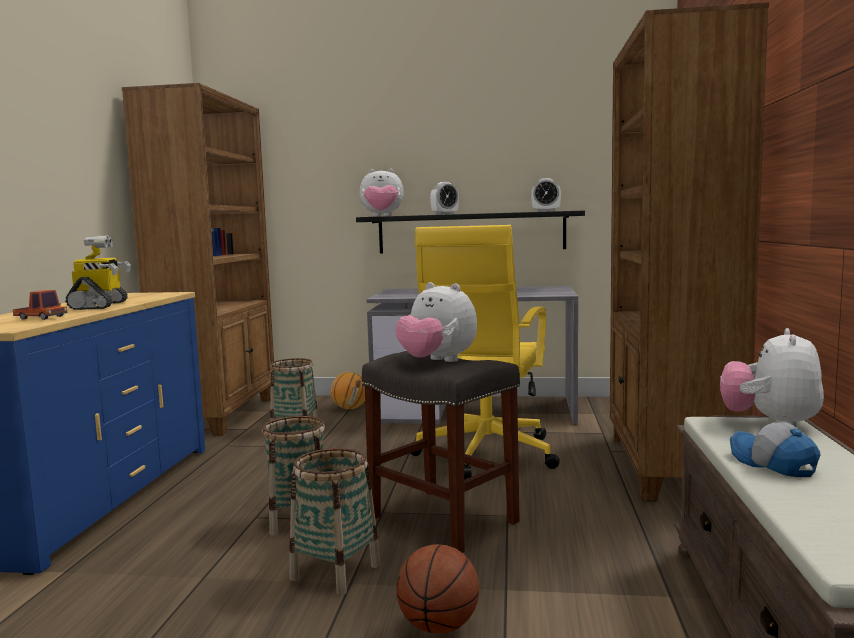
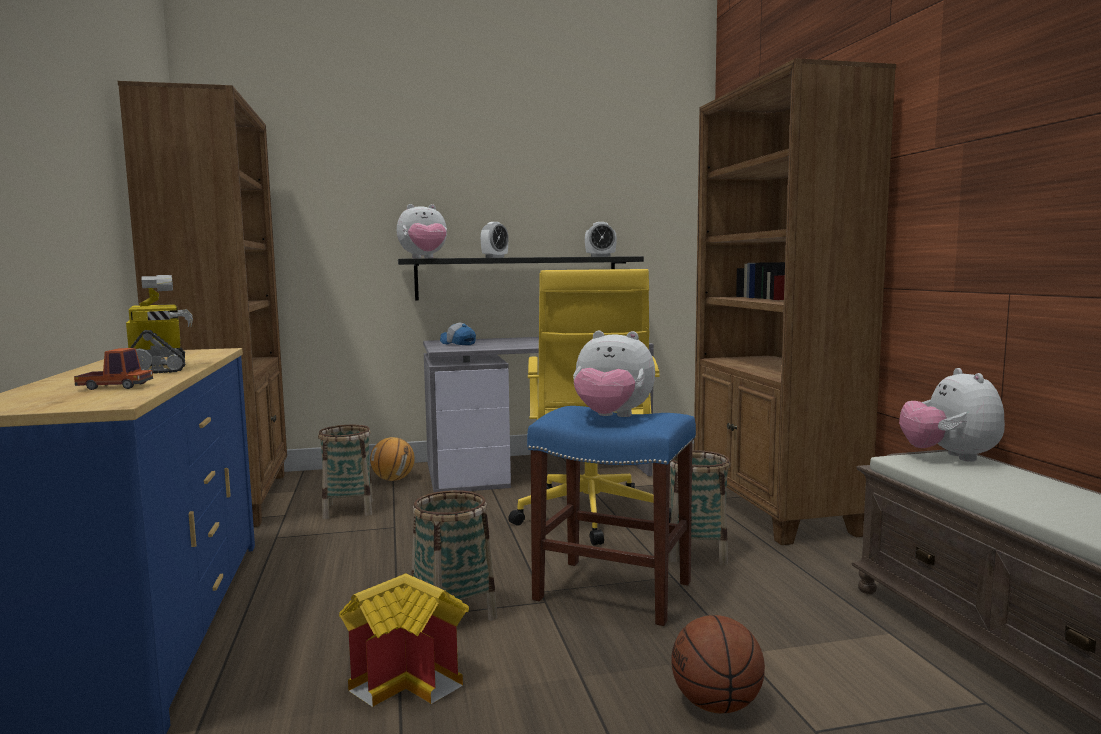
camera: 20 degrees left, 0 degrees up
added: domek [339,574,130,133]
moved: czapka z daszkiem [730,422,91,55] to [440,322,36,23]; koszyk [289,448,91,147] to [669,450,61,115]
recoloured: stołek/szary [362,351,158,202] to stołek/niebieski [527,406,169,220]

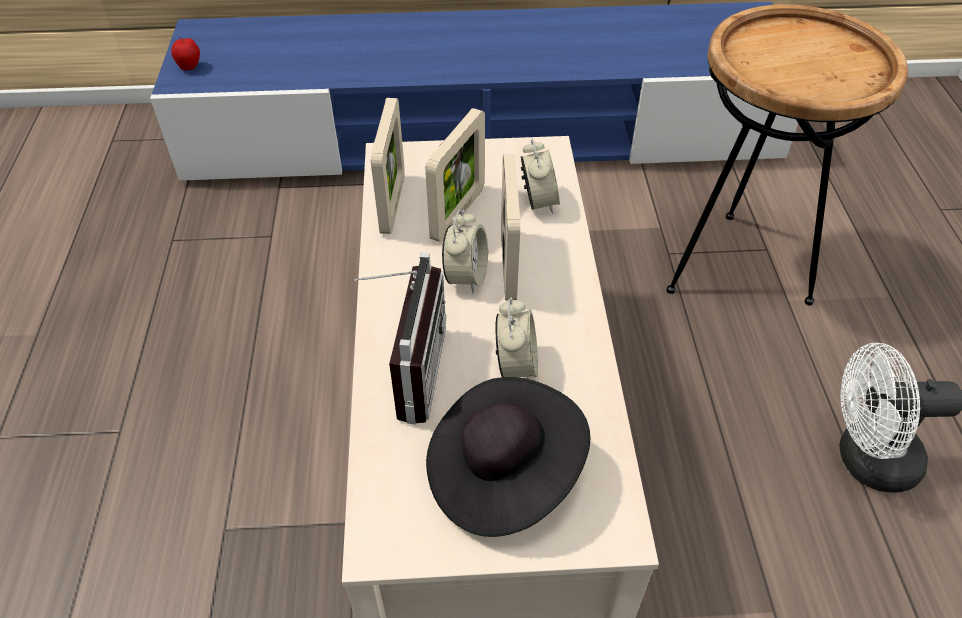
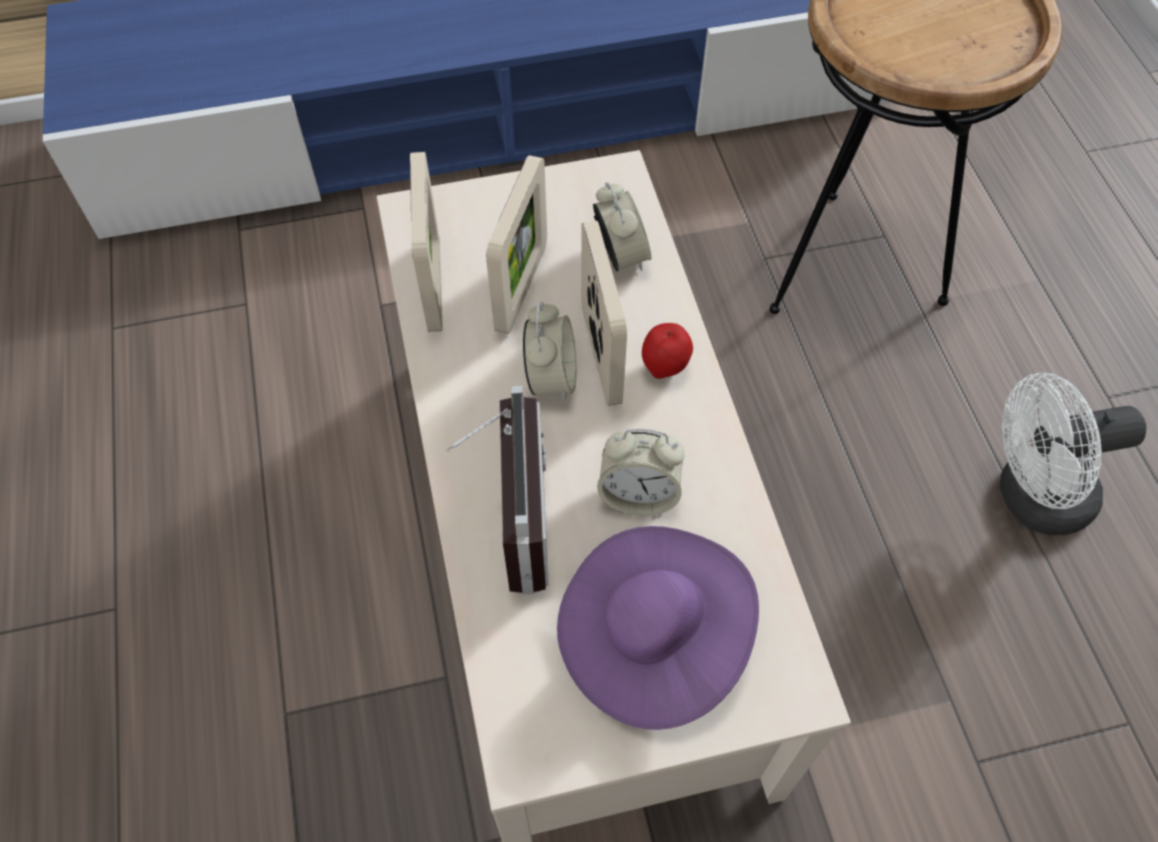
camera: 10 degrees left, 10 degrees up
moved: jabłko [171,37,29,34] to [642,323,51,56]
recoloured: kapelusz/czarny [426,377,164,160] to kapelusz/fioletowy [557,526,202,204]
turned: budzik [495,298,43,81] = [597,429,88,87] 105 degrees clockwise

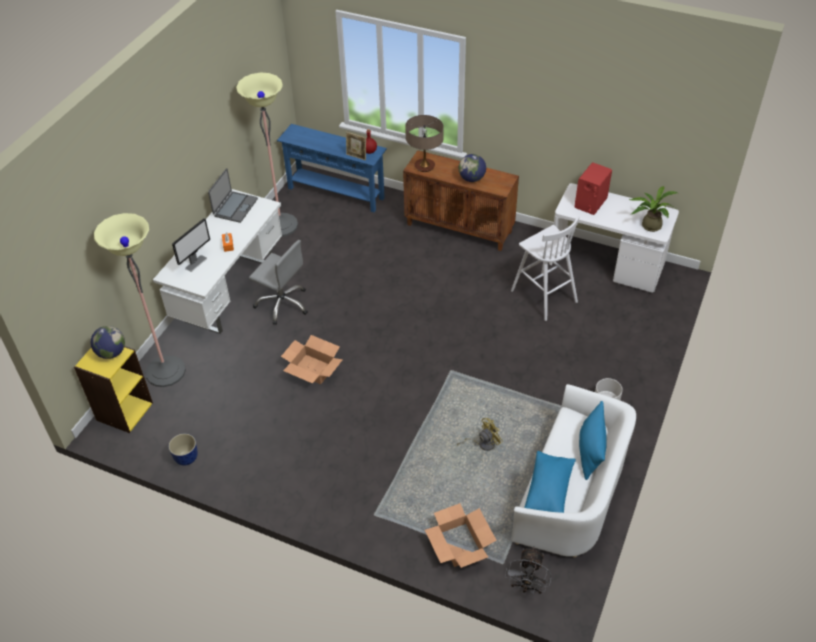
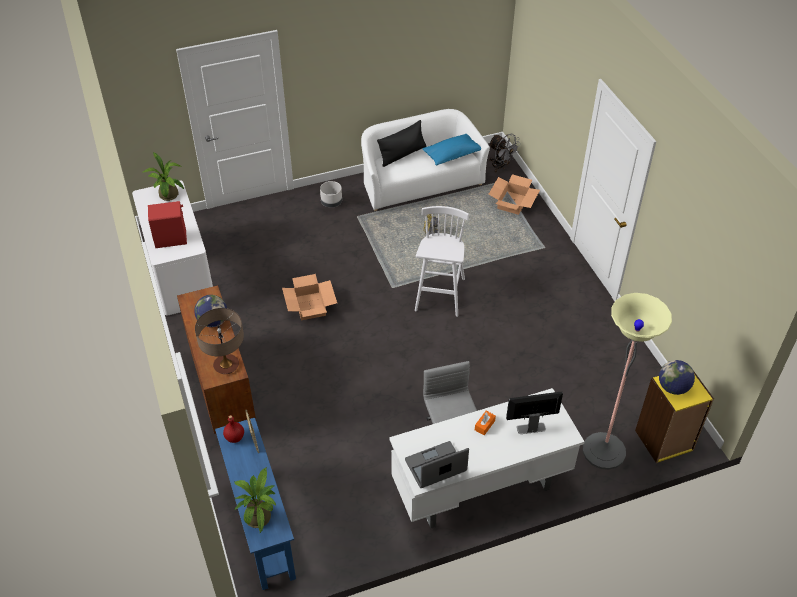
camera: 135 degrees left, 0 degrees up
removed: donica [168,434,30,32]; lampa stojąca [236,73,62,164]
added: roślina doniczkowa [233,467,43,66]
moved: karton [281,335,62,49] to [282,274,55,46]; stołek/biały [511,216,68,105] to [415,206,54,111]
recoloured: poduszka/niebieski [579,401,28,79] to poduszka/czarny [377,120,49,47]
turned: wentylator/szary [505,546,46,48] = [489,134,32,38] 75 degrees clockwise

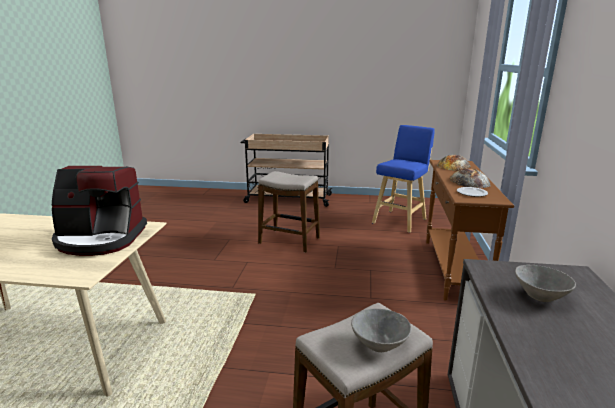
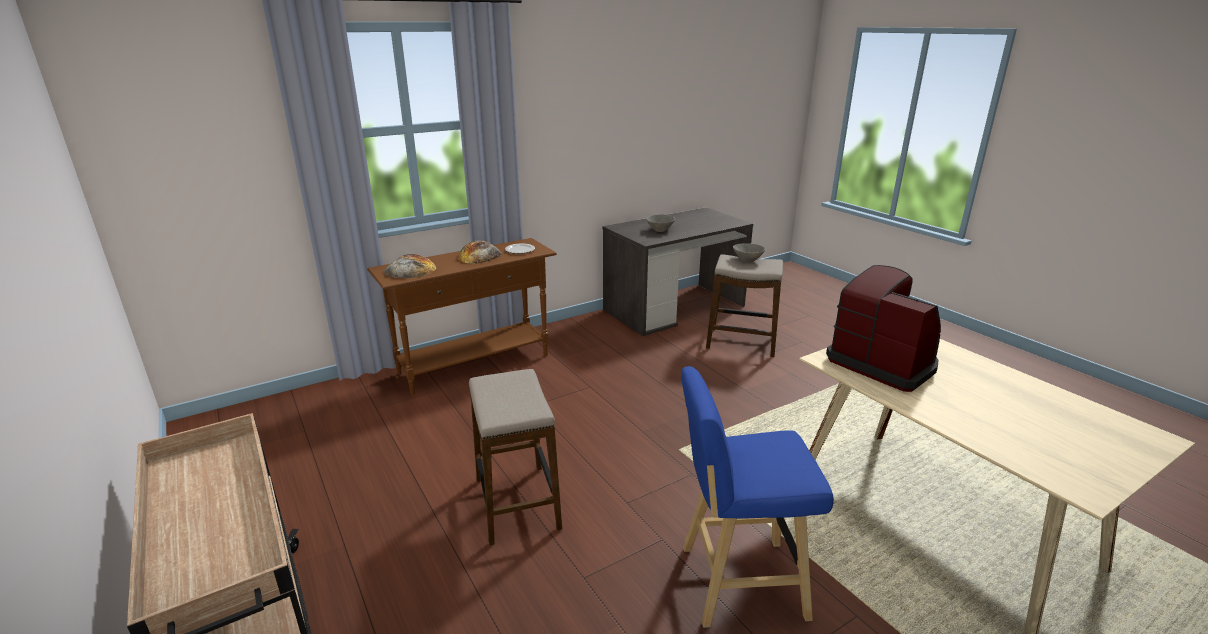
camera: 130 degrees left, 5 degrees up
moved: stołek/niebieski [372,125,62,108] to [681,366,153,262]

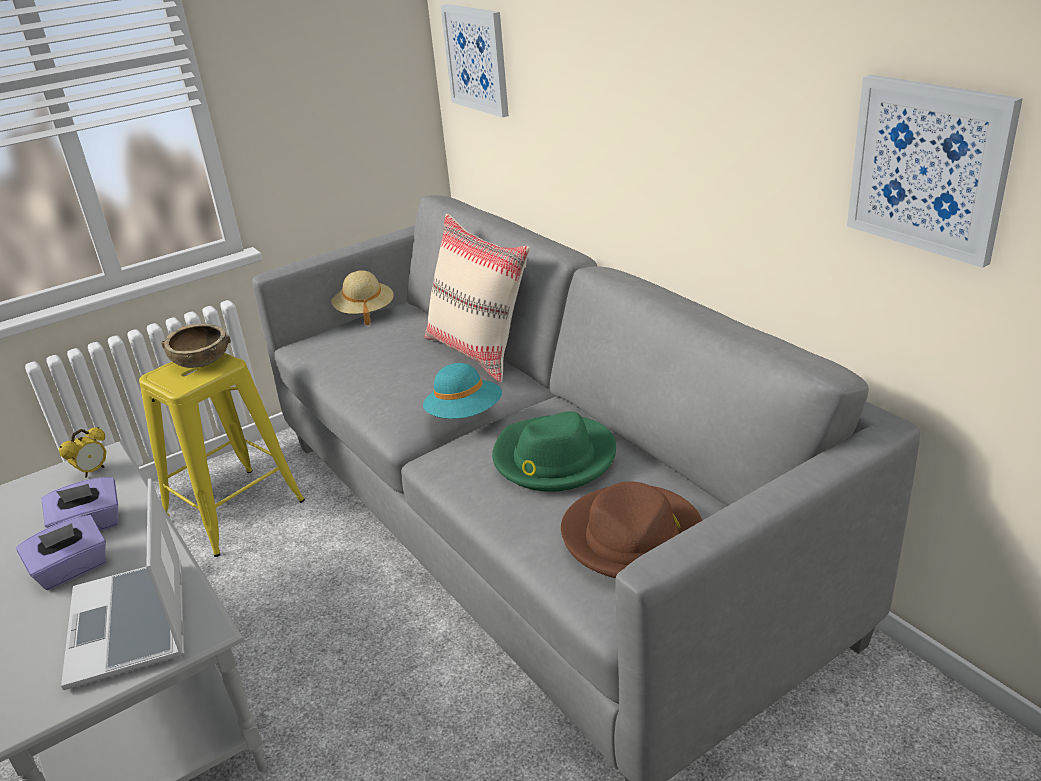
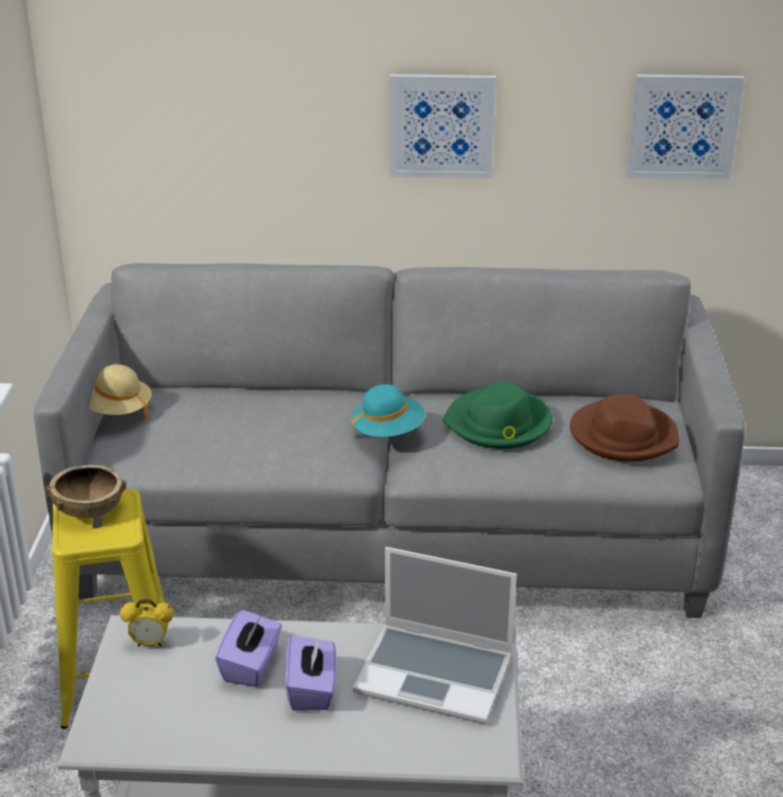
camera: 55 degrees left, 0 degrees up
removed: poduszka/beżowy [425,214,105,168]
moved: obraz [441,4,68,114] to [390,74,106,104]
turned: budzik [59,427,47,50] = [120,599,54,48] 105 degrees clockwise

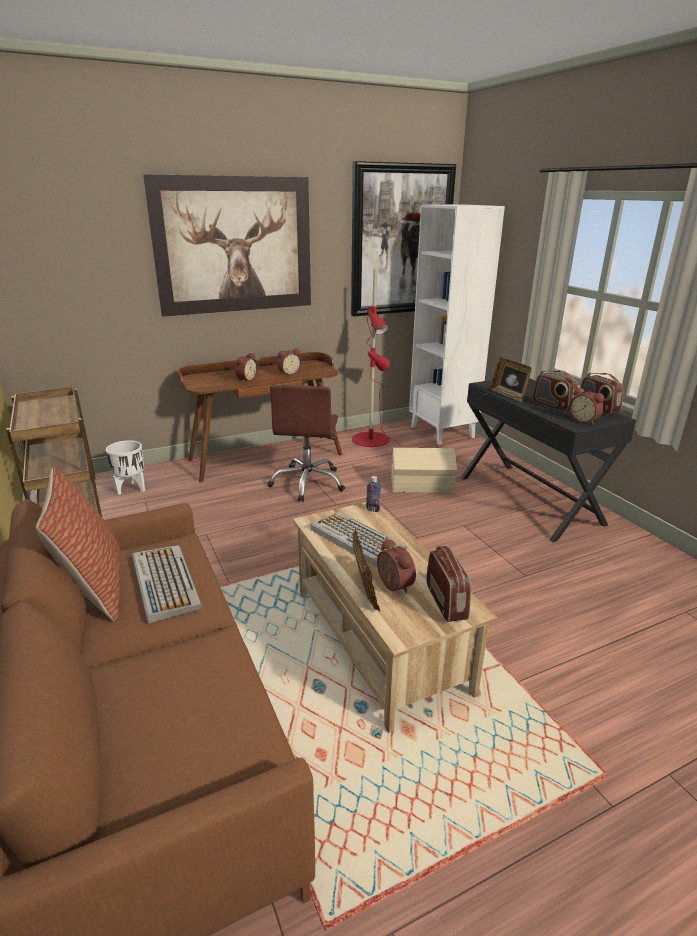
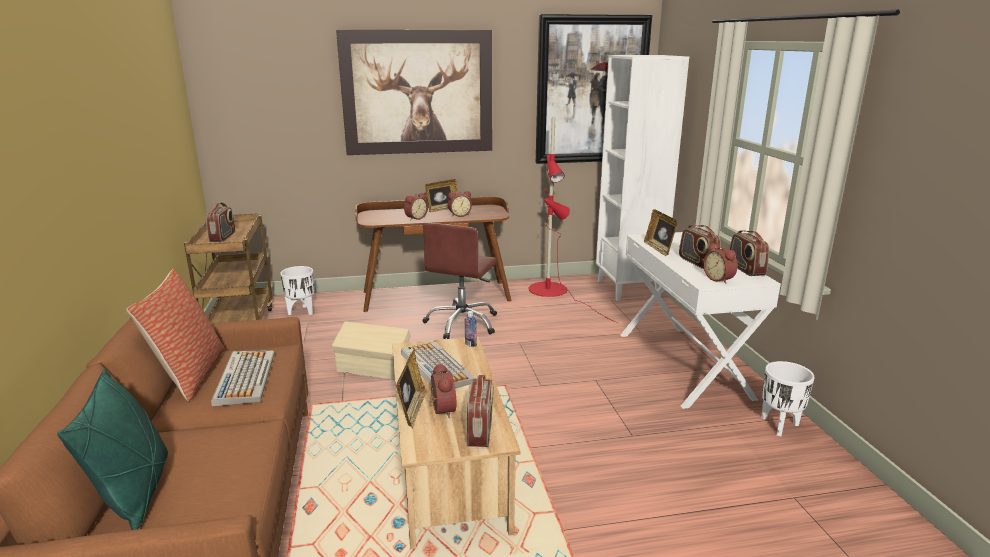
camera: 15 degrees right, 5 degrees down
added: poduszka/zielony [57,369,111,161]; radio [206,203,29,39]; ramka na zdjęcie [425,179,33,33]; donica/biały [761,361,53,75]
moved: pojemnik do przechowywania/beżowy [391,448,66,45] to [332,321,79,59]
recoloured: biurko/czarny [461,378,175,164] to biurko/biały [621,232,160,177]

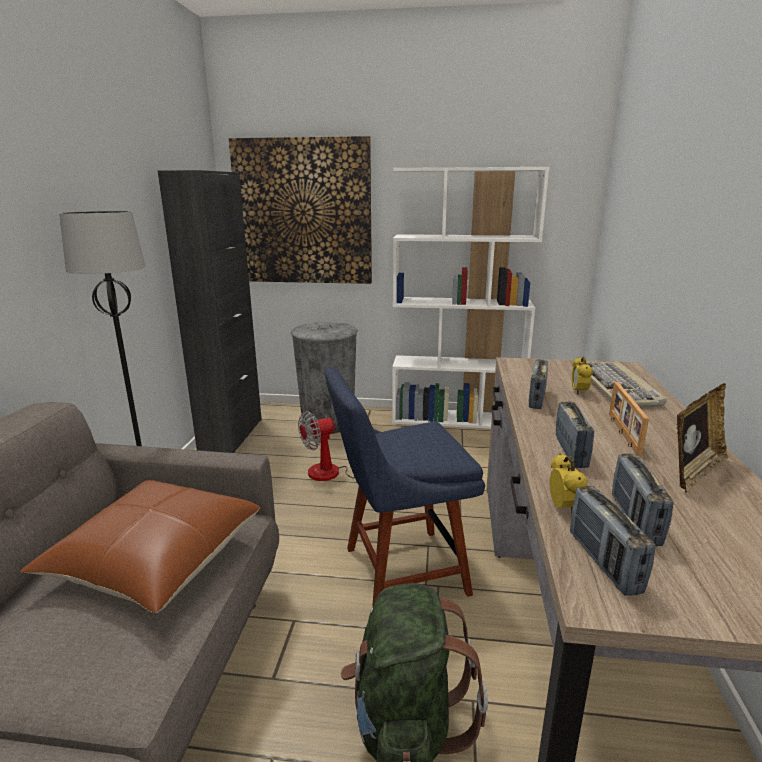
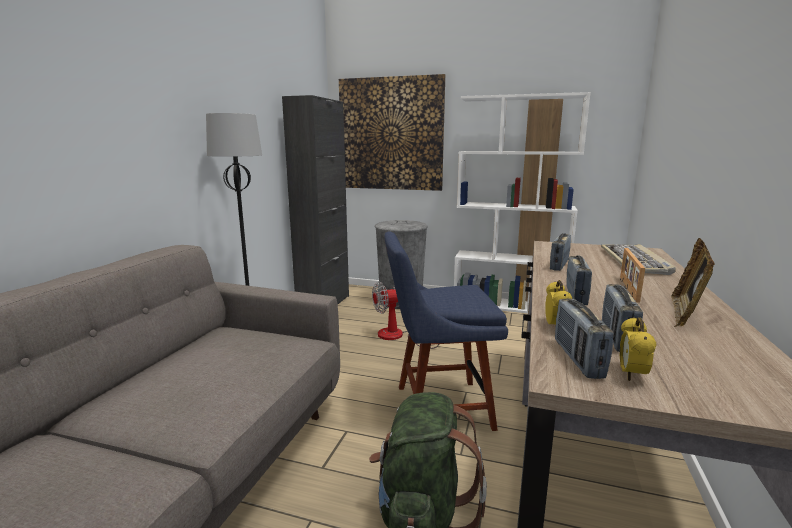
camera: 10 degrees right, 5 degrees down
removed: poduszka/brązowy [20,480,240,133]
moved: budzik [572,357,21,38] to [620,317,37,64]
turned: ramka na zdjęcie [676,383,53,110] = [671,238,44,90] 150 degrees clockwise

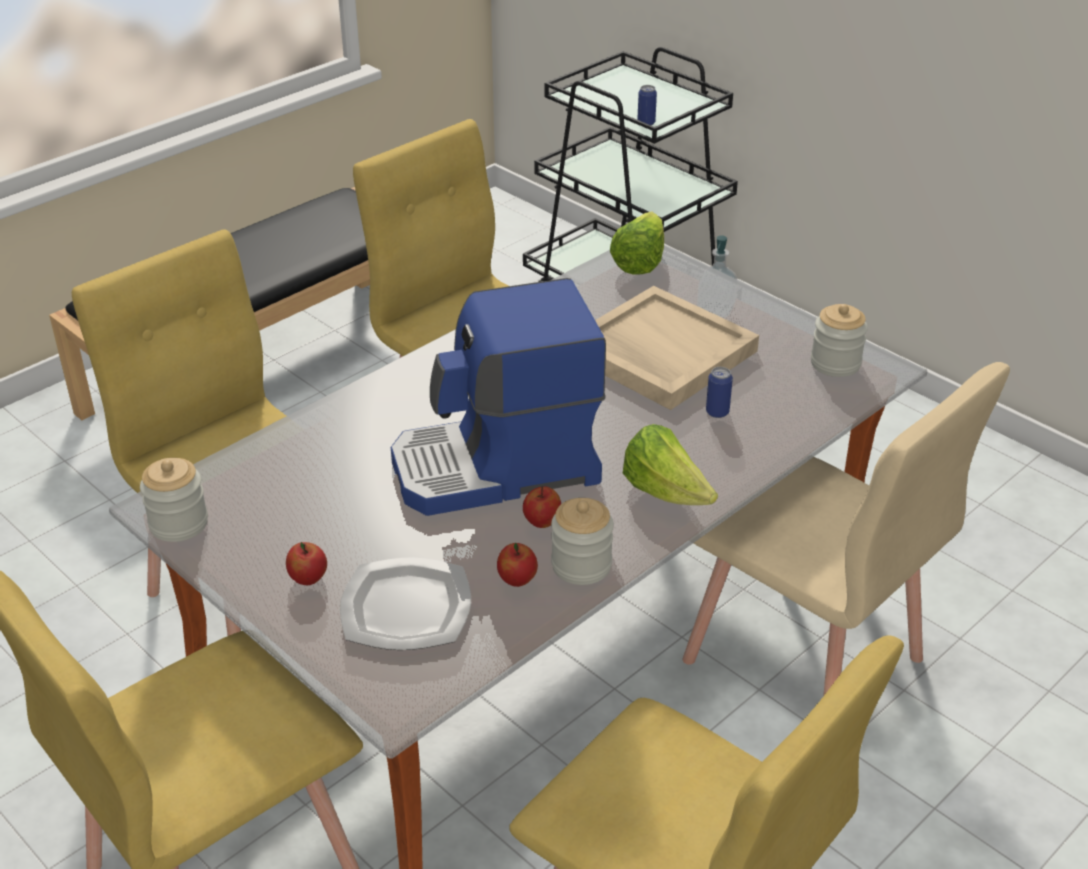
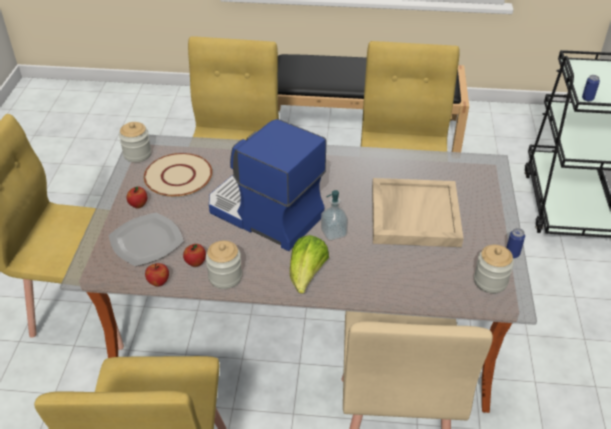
camera: 50 degrees right, 5 degrees up
removed: sałata [610,212,54,63]
added: talerz/beżowy [144,153,68,44]
moved: jabłko [523,486,38,42] to [145,263,24,24]; dozownik mydła [697,235,41,82] to [321,190,27,51]; puszka [706,367,27,51] to [506,228,19,30]

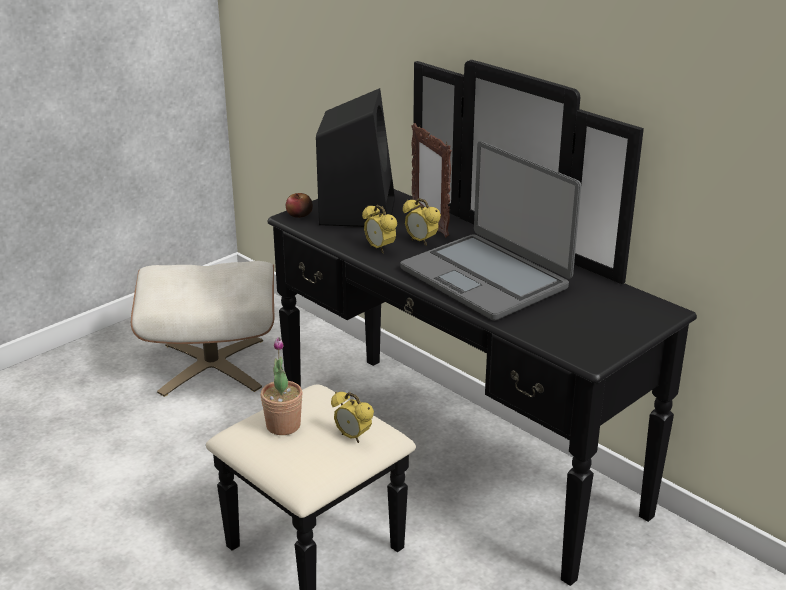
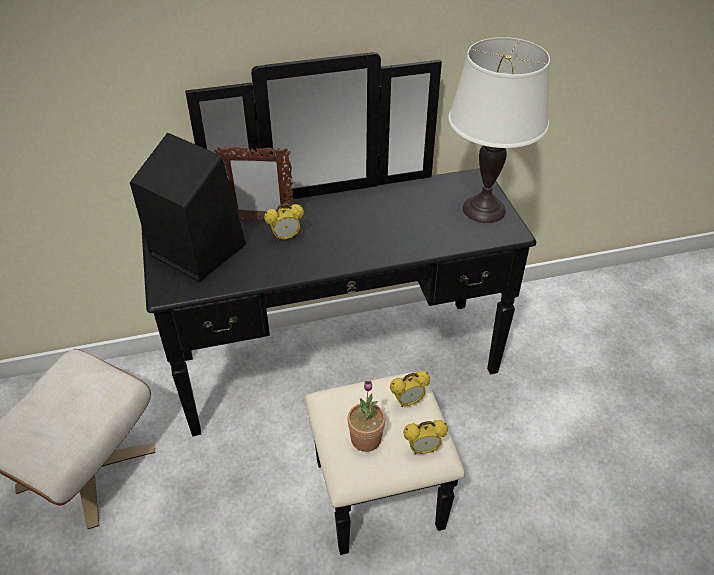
camera: 60 degrees left, 15 degrees up
removed: jabłko [286,193,27,25]; laptop [400,141,181,180]
added: lampa stołowa/biały [448,37,102,186]
moved: budzik [362,205,35,48] to [403,420,45,34]

